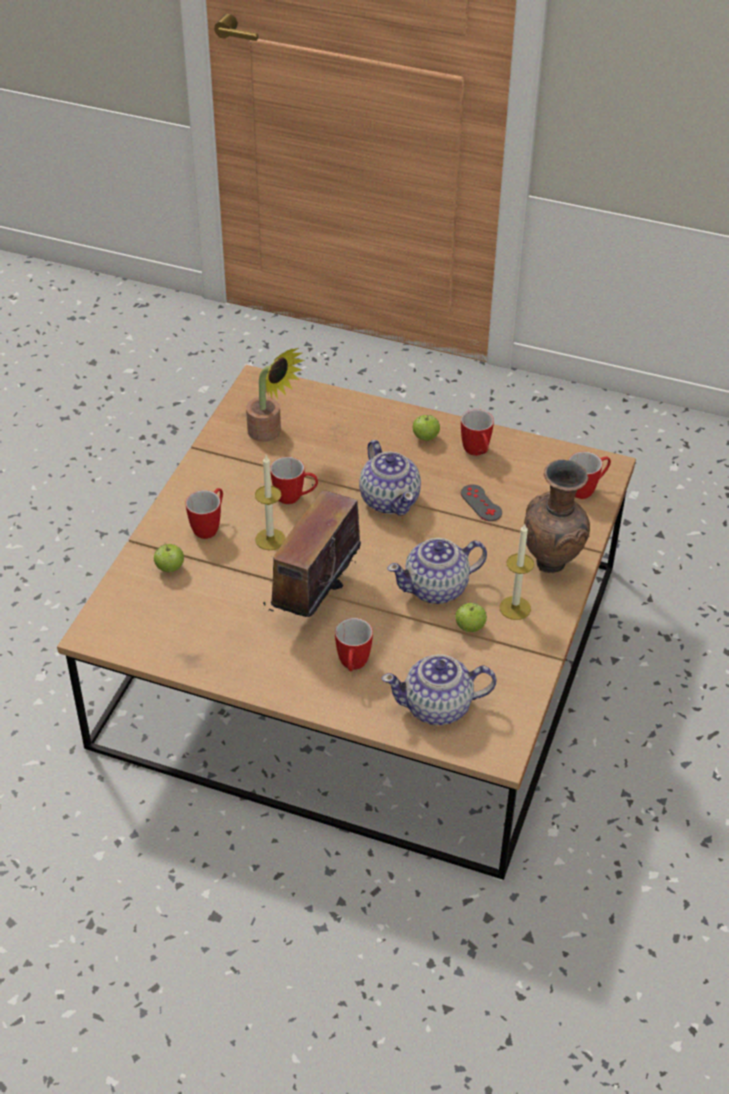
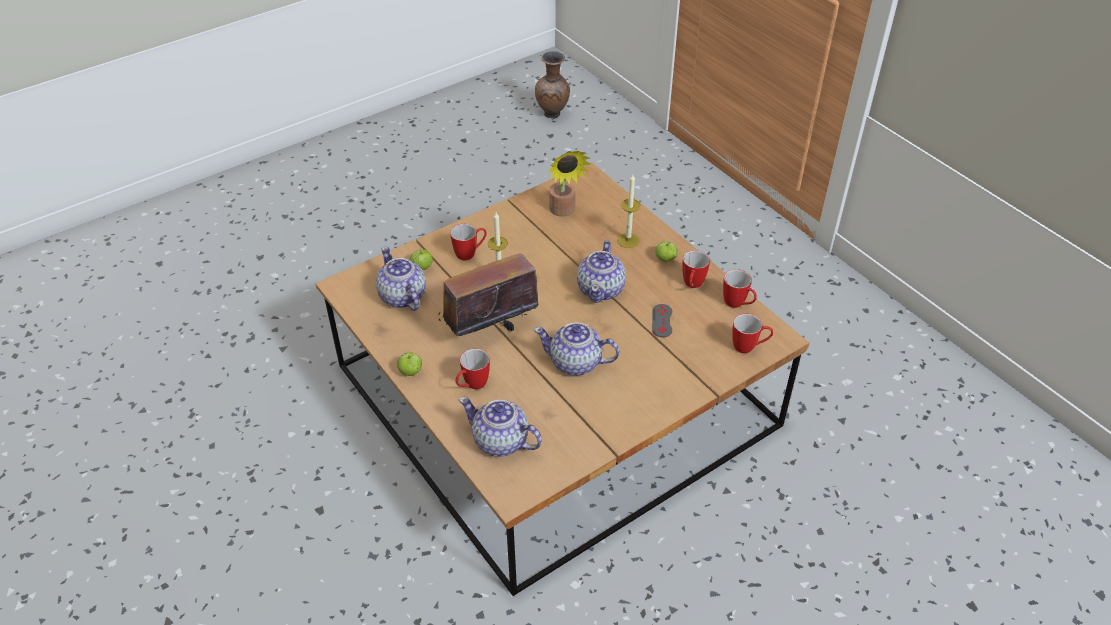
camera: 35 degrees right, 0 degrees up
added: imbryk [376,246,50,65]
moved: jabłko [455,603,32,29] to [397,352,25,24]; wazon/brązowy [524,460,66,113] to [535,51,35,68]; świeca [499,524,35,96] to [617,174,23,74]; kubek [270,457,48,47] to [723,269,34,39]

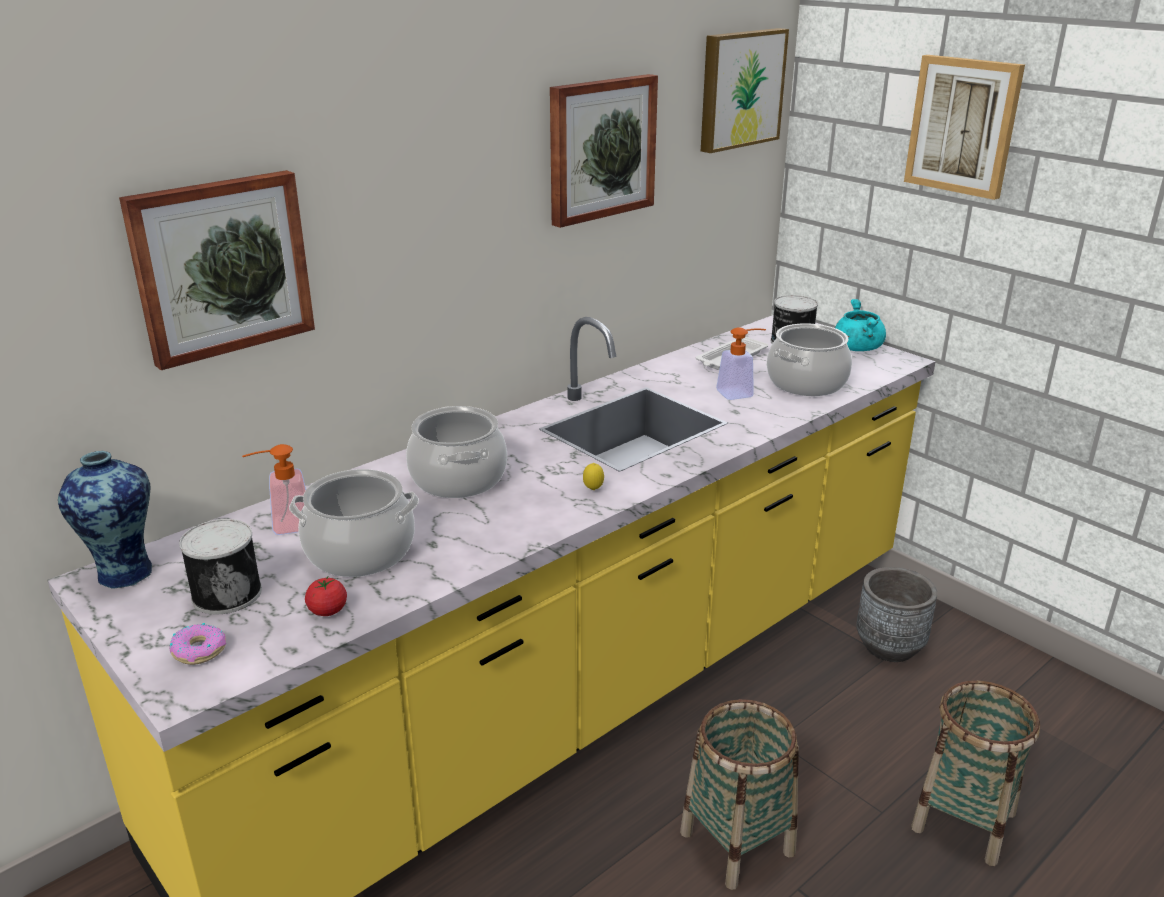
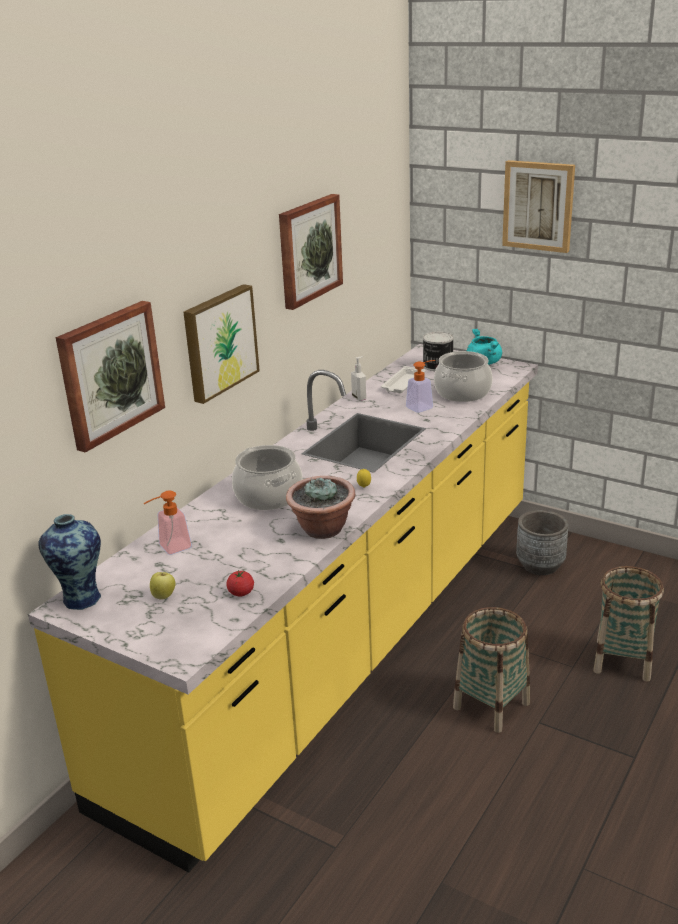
camera: 15 degrees left, 0 degrees up
removed: donut [170,623,56,42]; garnek [289,469,130,108]
added: roślina doniczkowa [286,476,70,63]; dozownik mydła [351,356,15,45]
moved: obraz [701,28,88,125] to [183,284,77,120]
replaced: puszka [179,519,83,95] to jabłko [150,572,25,28]

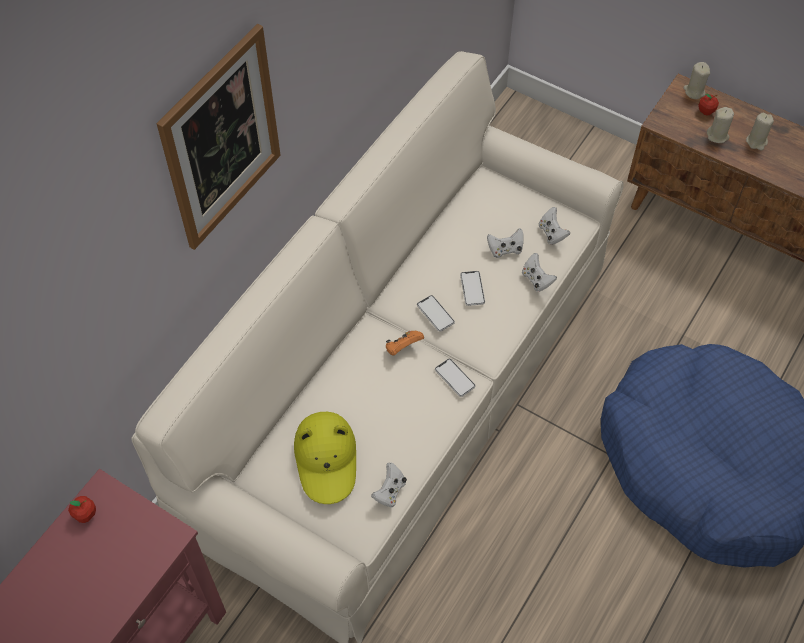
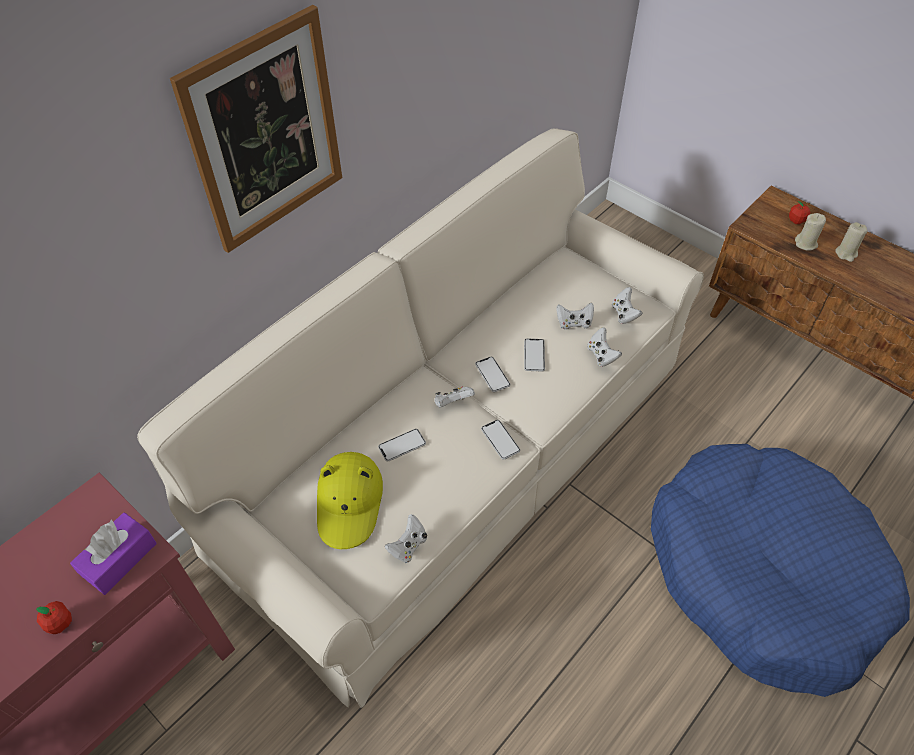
camera: 10 degrees right, 5 degrees down
removed: świeca/beżowy [683,62,27,37]
added: pudełko chusteczek/fioletowy [70,512,87,83]; telefon [378,429,48,32]
moved: jabłko [68,496,28,27] to [36,601,36,33]
recoloured: pad do gier/pomarańczowy [386,331,38,25] to pad do gier/biały [435,386,40,21]

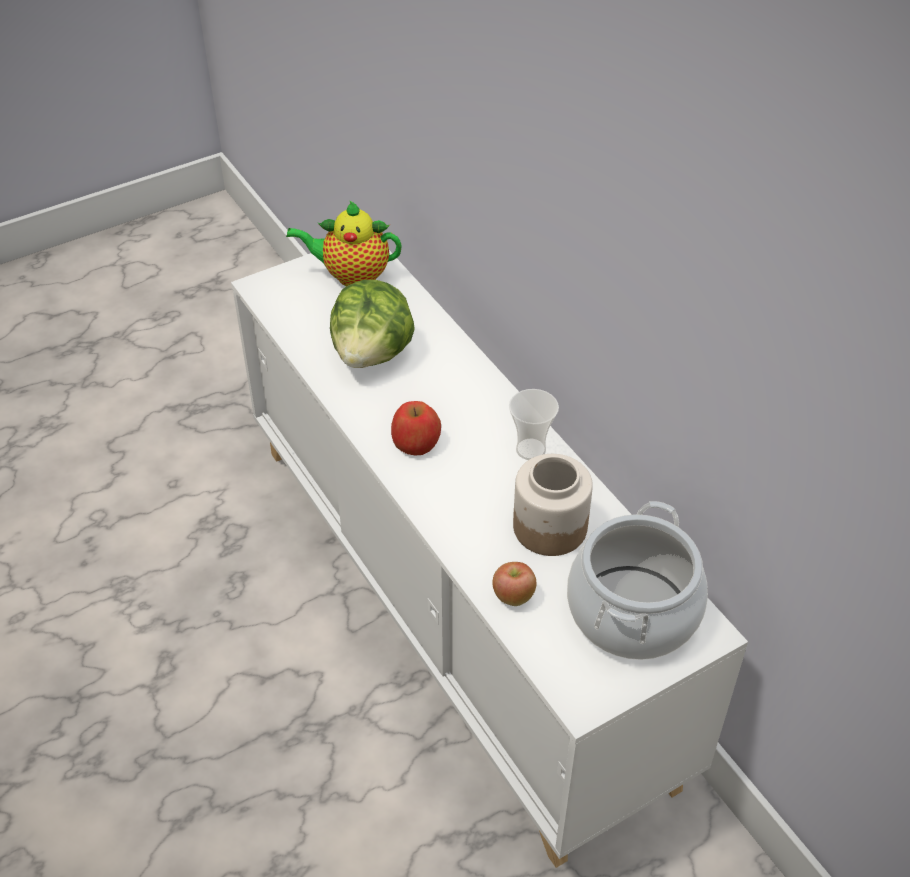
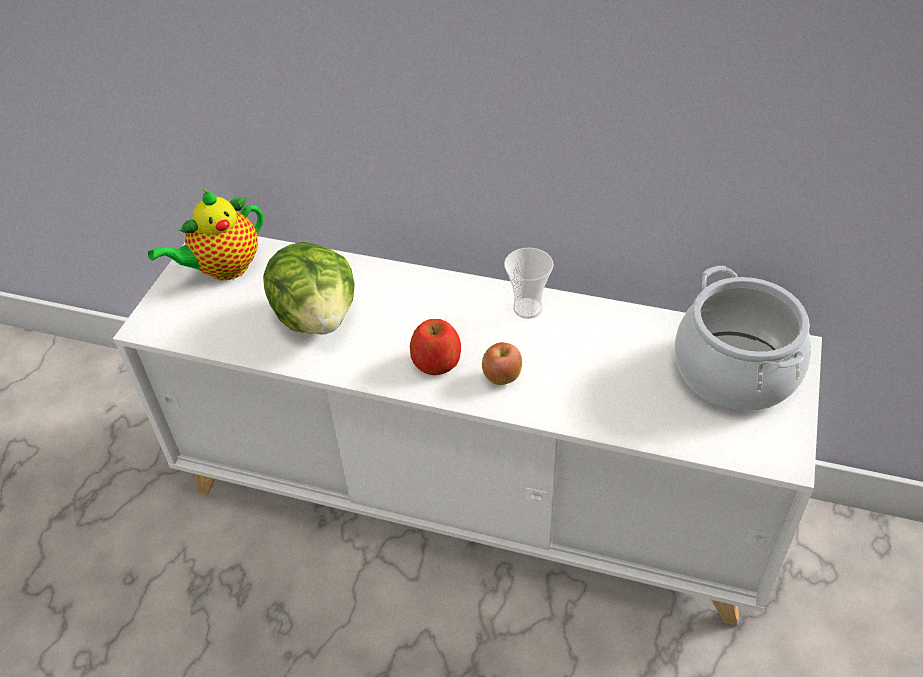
camera: 40 degrees left, 0 degrees up
removed: słoik [513,454,80,102]
moved: jabłko [492,562,45,44] to [482,342,40,43]

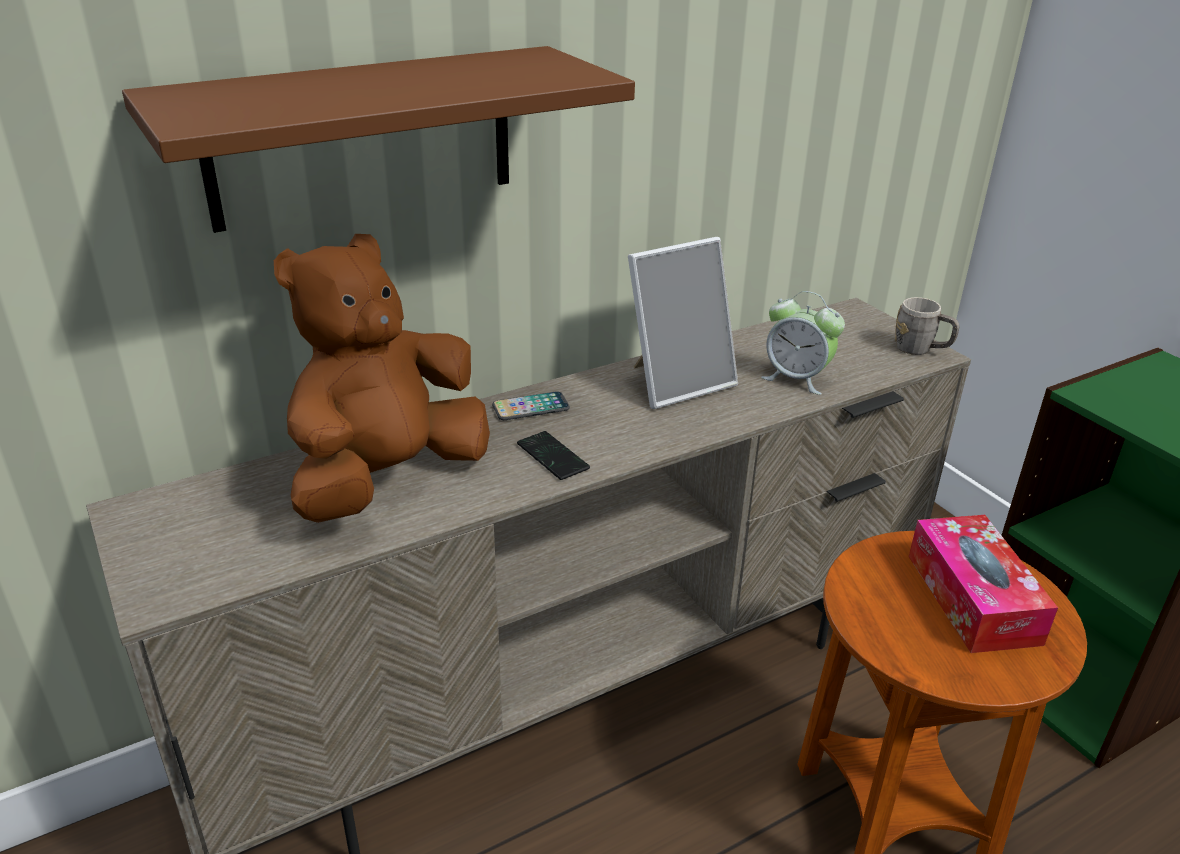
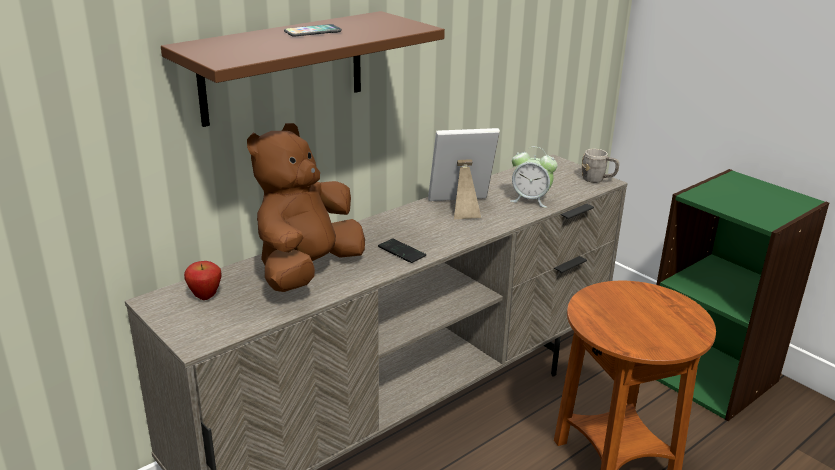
camera: 10 degrees left, 5 degrees down
removed: pudełko chusteczek [909,515,149,138]
added: jabłko [184,261,38,39]
moved: telefon [492,391,78,29] to [284,24,58,13]
turned: ramka na zdjęcie [628,237,110,172] = [428,128,72,91] 150 degrees counterclockwise

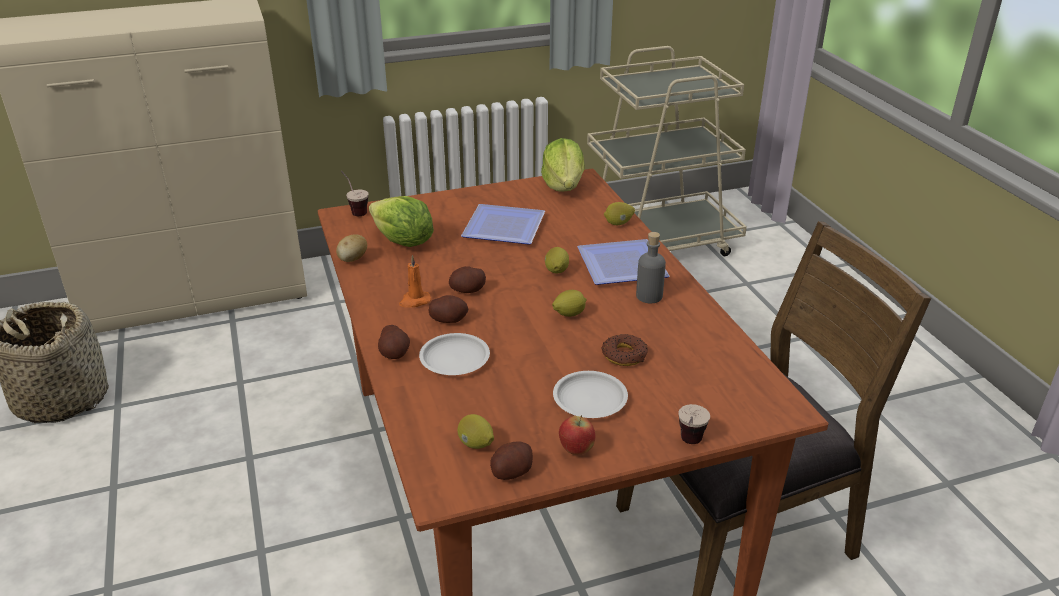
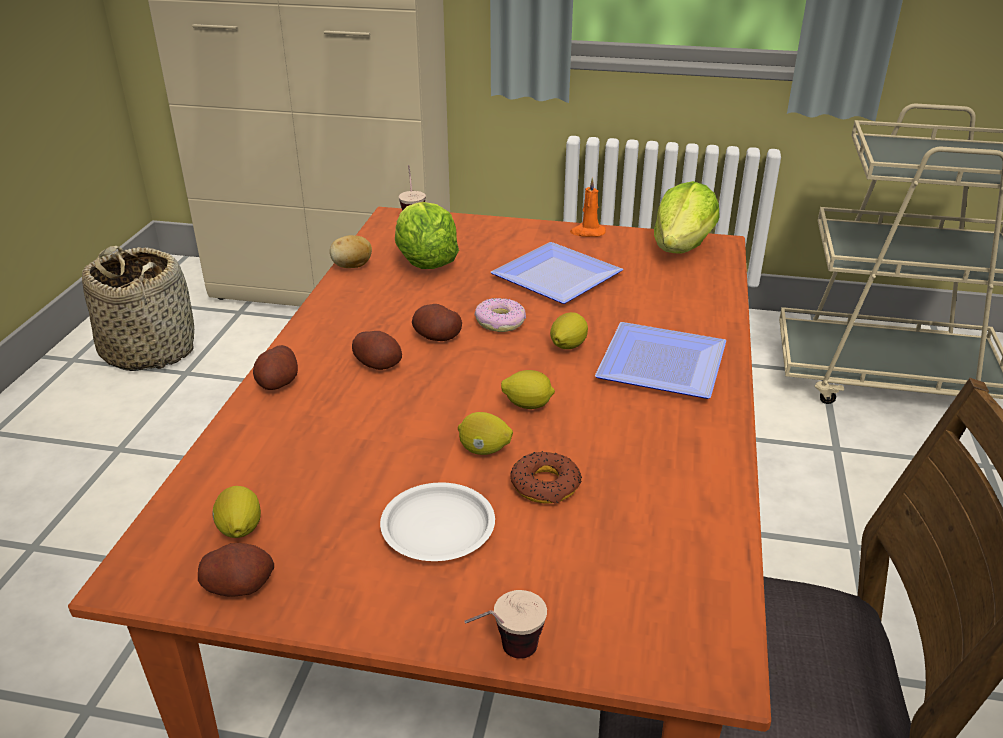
camera: 30 degrees right, 0 degrees up
removed: talerz/biały [419,333,71,42]; jabłko [559,415,36,40]; butelka/szary [636,232,30,71]
added: donut [474,298,52,34]
moved: cytryna [604,202,31,23] to [458,412,55,43]; świeca/pomarańczowy [399,255,32,52] to [570,178,36,59]

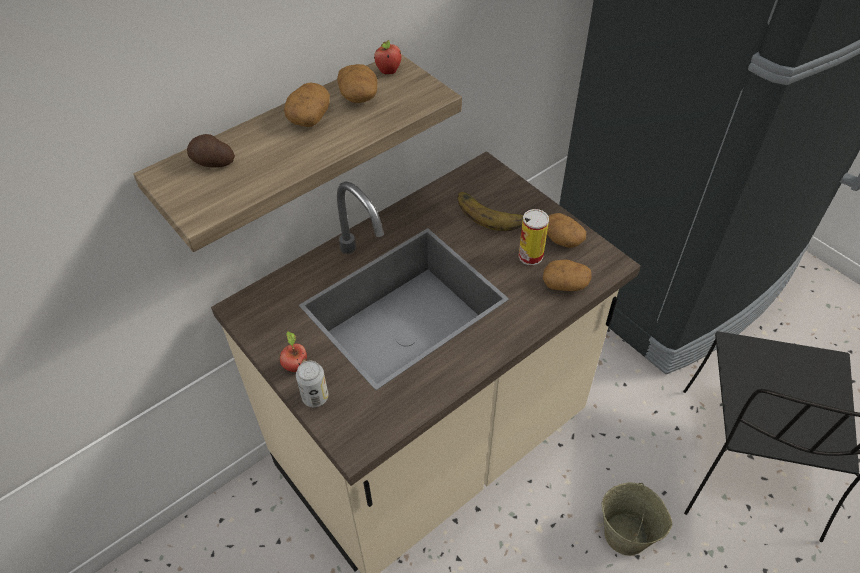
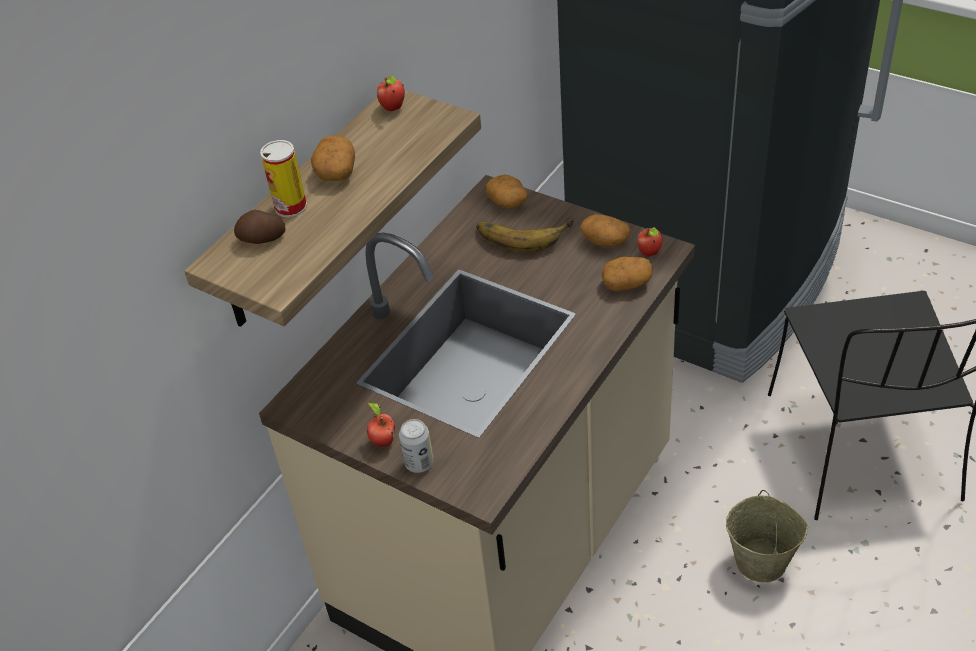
camera: 15 degrees left, 5 degrees down
added: jabłko [638,227,25,30]
moved: puszka [519,209,30,56] to [260,140,47,77]; ziemniak [337,64,41,39] to [485,175,43,33]

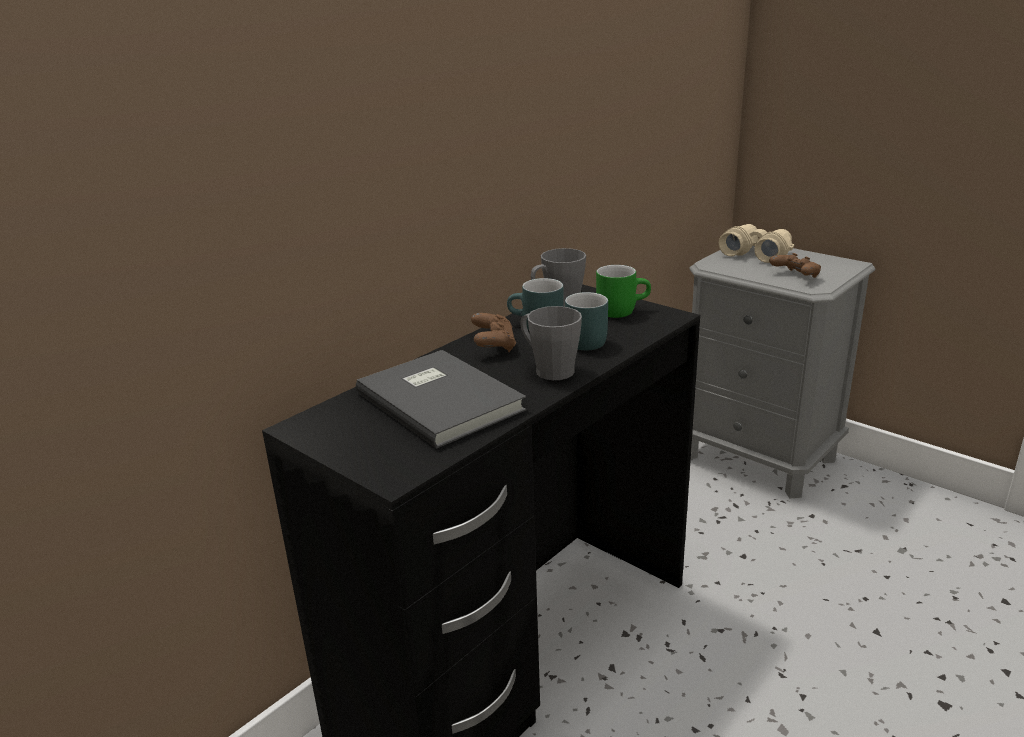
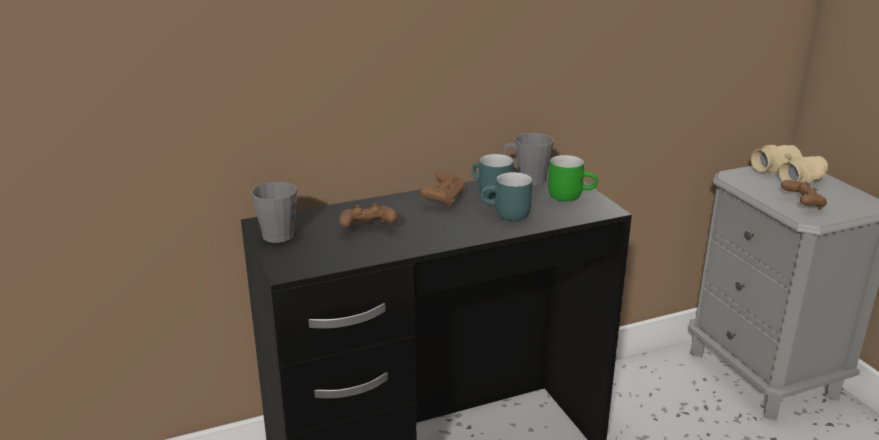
camera: 25 degrees right, 0 degrees up
moved: kubek/szary [520,306,62,74] to [251,182,46,61]
replaced: książka/szary [356,350,170,99] to pad do gier/brązowy [340,203,57,25]

